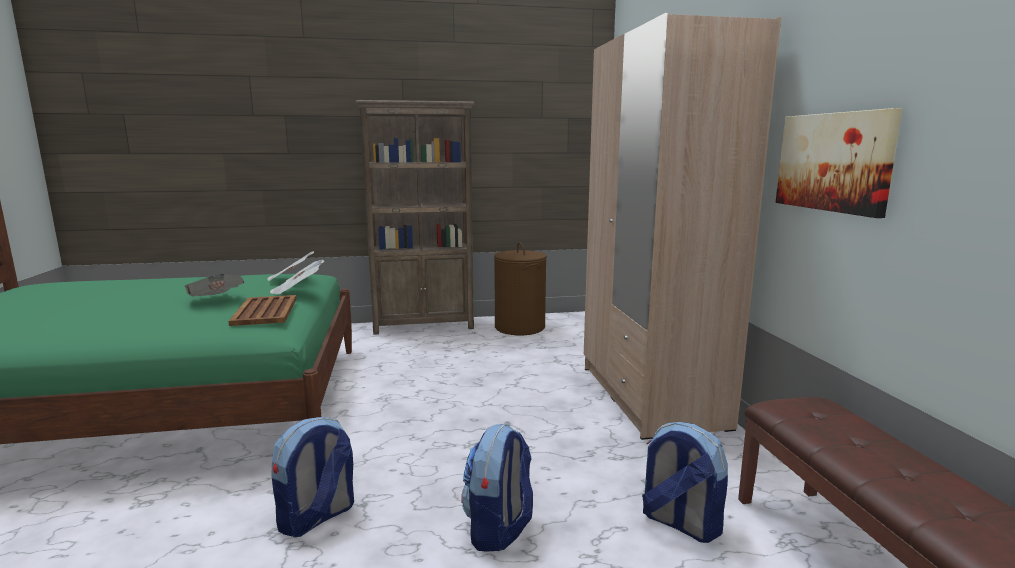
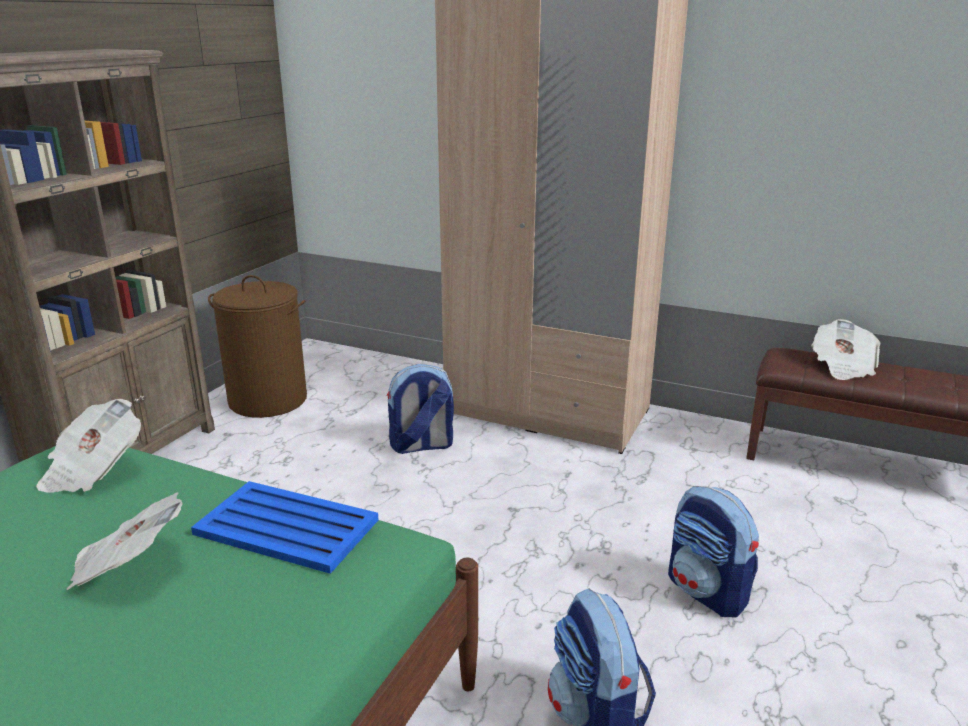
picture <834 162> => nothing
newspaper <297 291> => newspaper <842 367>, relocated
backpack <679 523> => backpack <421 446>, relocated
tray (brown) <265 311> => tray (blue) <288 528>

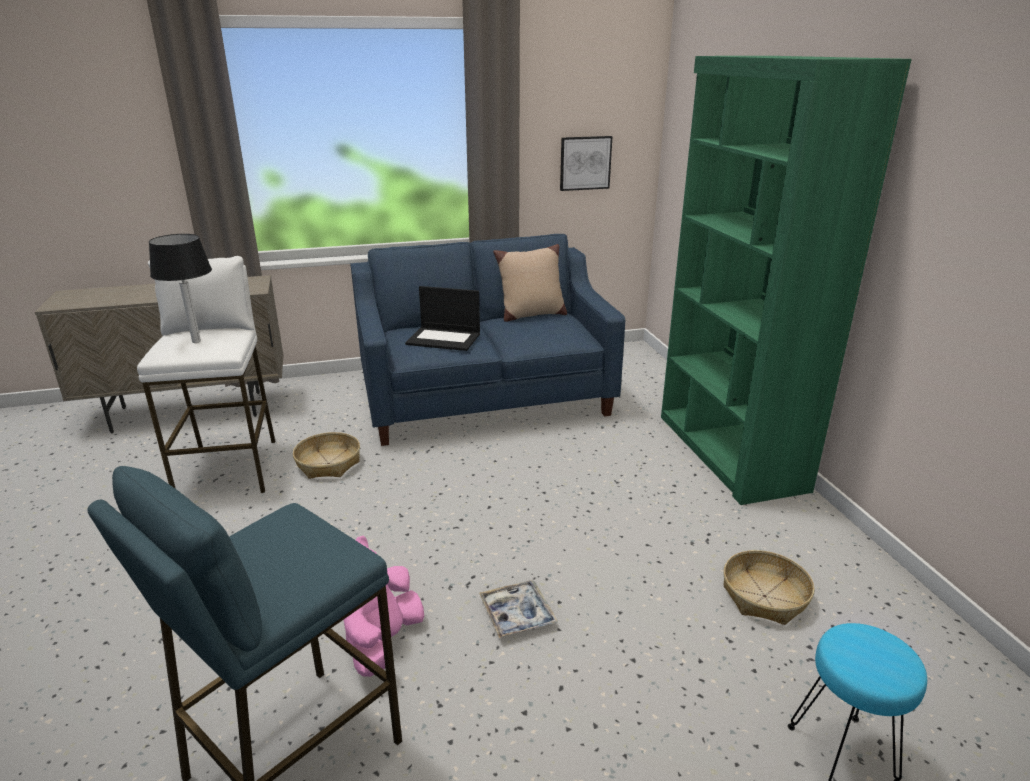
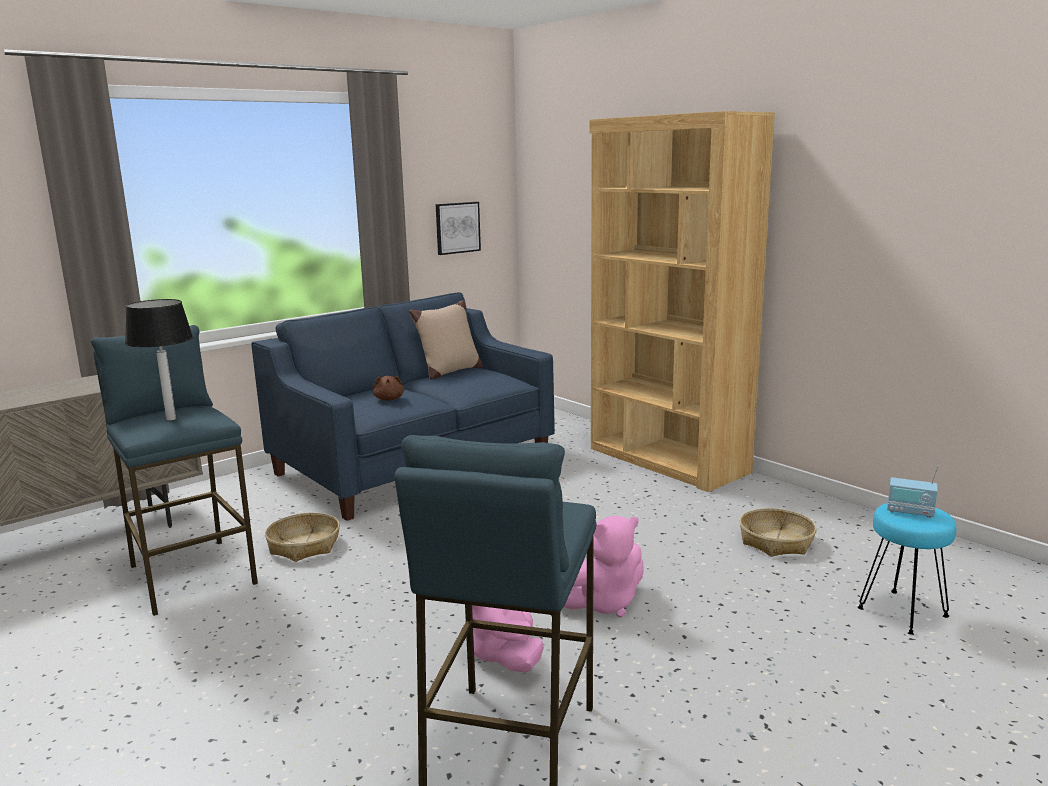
nothing => radio <910 512>
laptop <444 339> => plush toy (brown) <389 399>
tray <517 614> => plush toy (pink) <603 603>
stool (white) <230 468> => stool (blue) <192 574>
bookcase (green) <729 452> => bookcase (brown) <667 461>

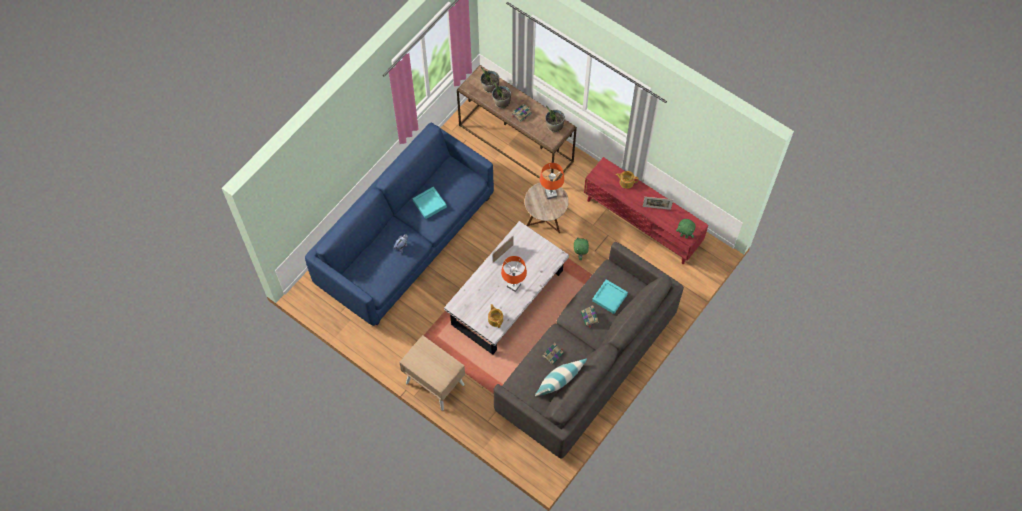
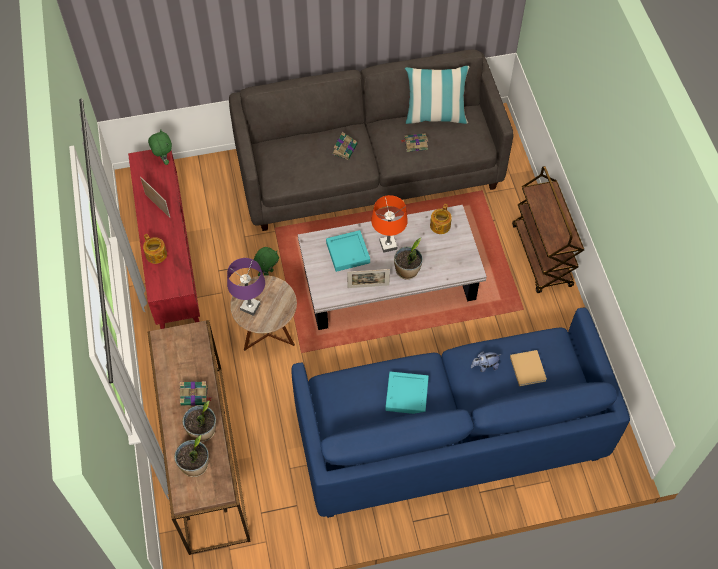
nothing => book (beige) <527 367>
potted plant <554 126> => potted plant <407 271>, relocated
tray (turquoise) <609 297> => tray (turquoise) <348 253>, relocated
nightstand (beige) <434 383> => cart (brown) <542 256>
table lamp (orange) <551 194> => table lamp (purple) <250 307>

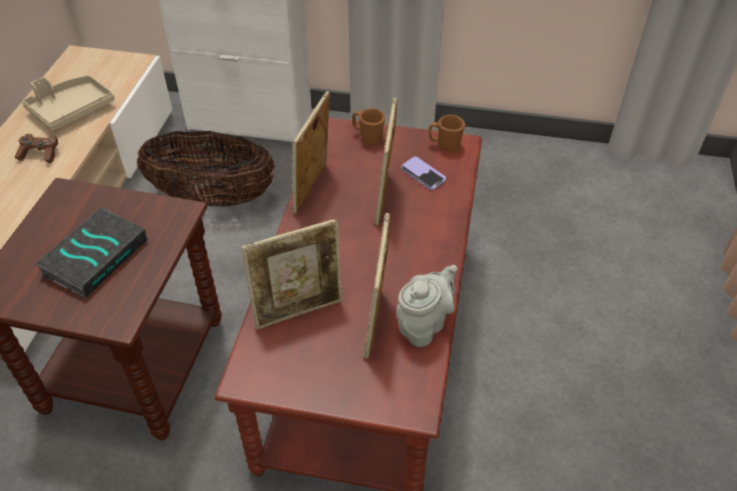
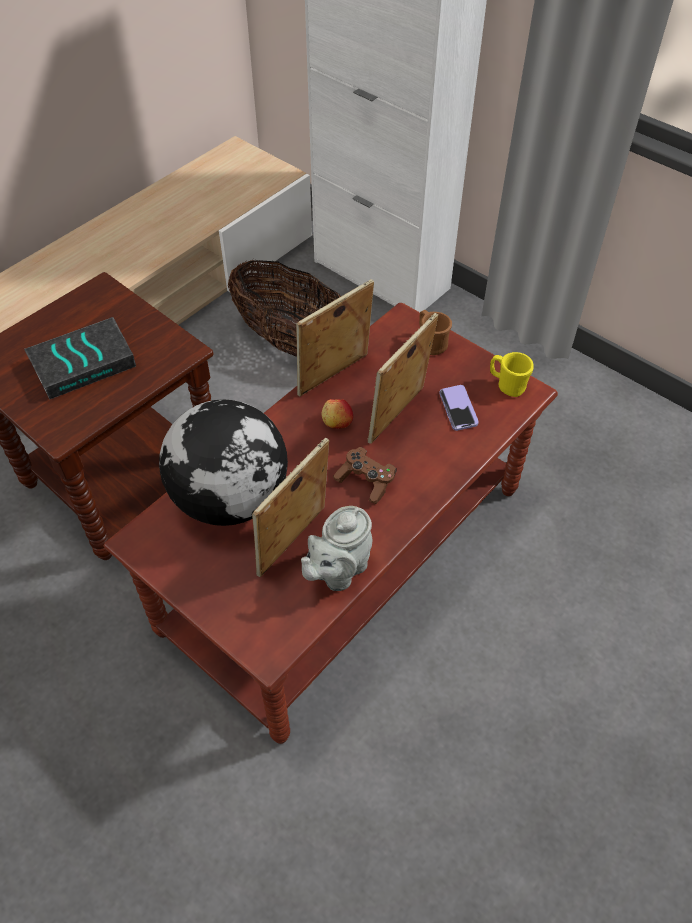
tray (beige) <71 110> => nothing
nothing => apple <337 422>
game controller (brown) <40 154> => game controller (brown) <366 481>, relocated
picture frame <299 310> => globe <232 497>
mug (brown) <445 145> => mug (yellow) <507 385>
teapot (grey) <424 325> => teapot (grey) <338 571>, 150 degrees clockwise

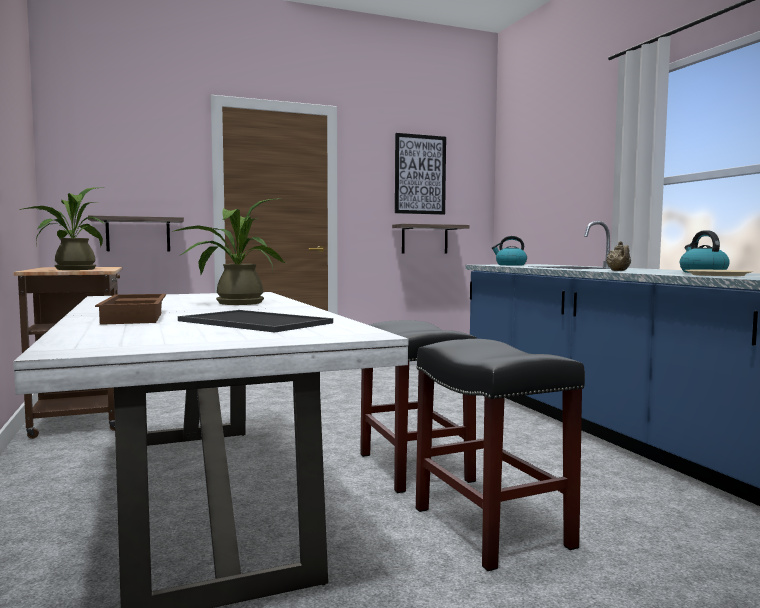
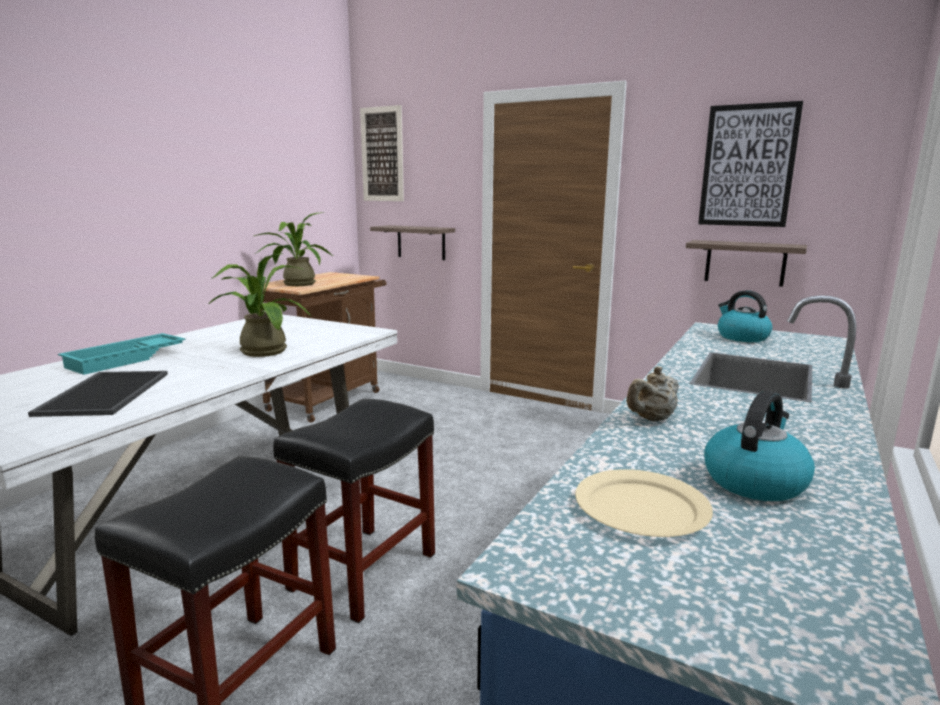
nothing => picture <382 154>
tray (brown) <137 316> => tray (turquoise) <126 360>

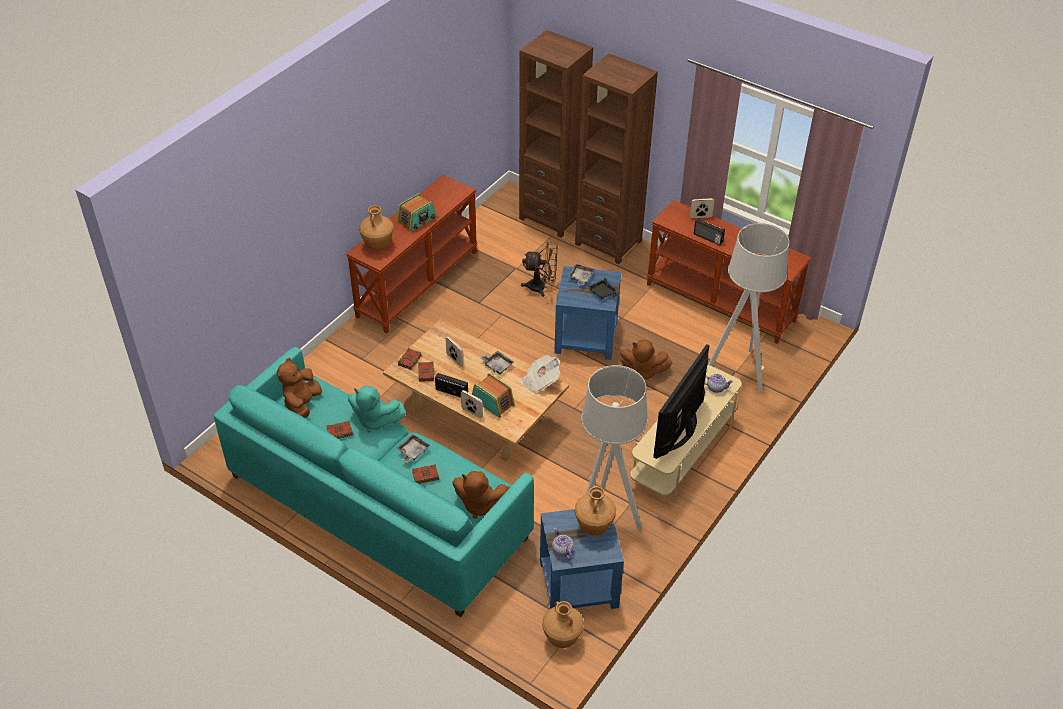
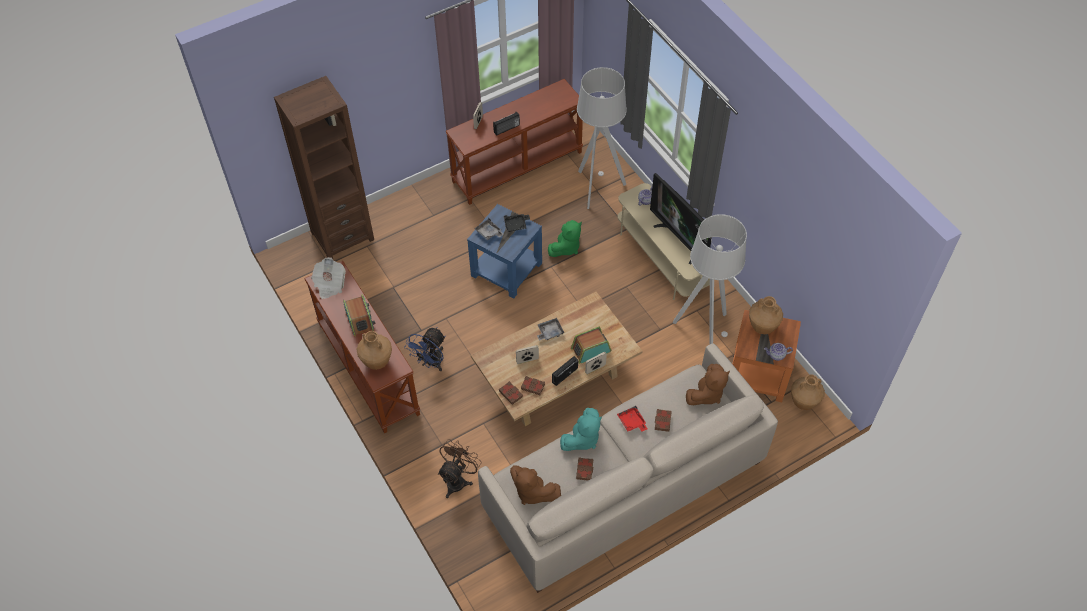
bookcase (brown) <608 242> => nothing
nothing => fan (blue) <431 363>
newspaper <540 381> => newspaper <329 284>, relocated
fan (brown) <541 287> => fan (brown) <458 480>, relocated
sofa (turquoise) <377 507> => sofa (beige) <624 486>
tray (grey) <412 451> => tray (red) <632 422>
side table (blue) <578 585> => side table (orange) <759 374>
plush toy (brown) <643 371> => plush toy (green) <566 247>

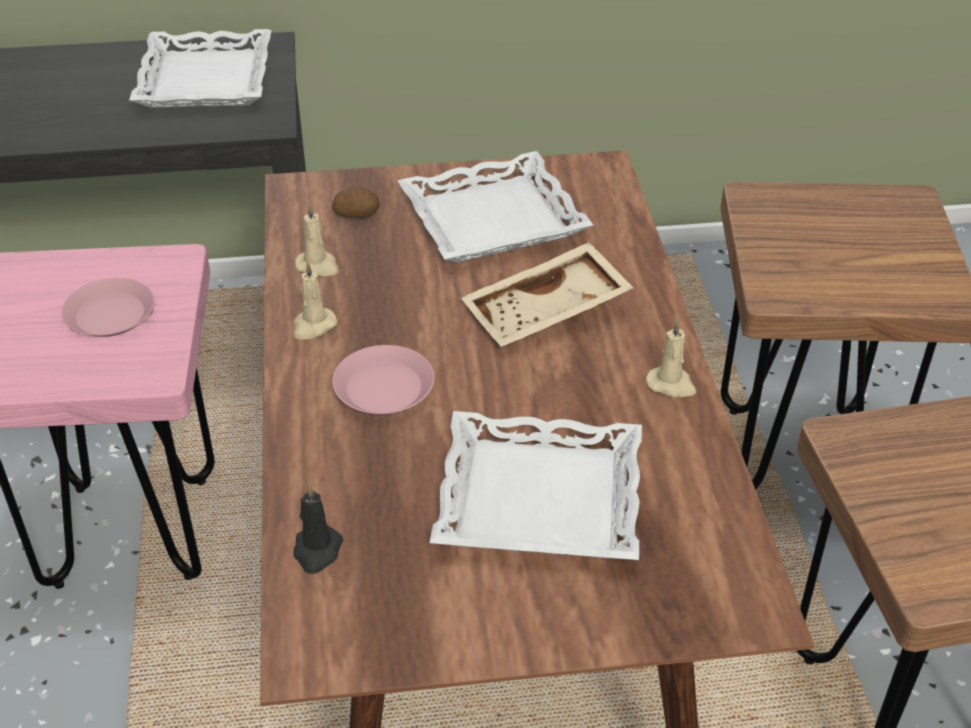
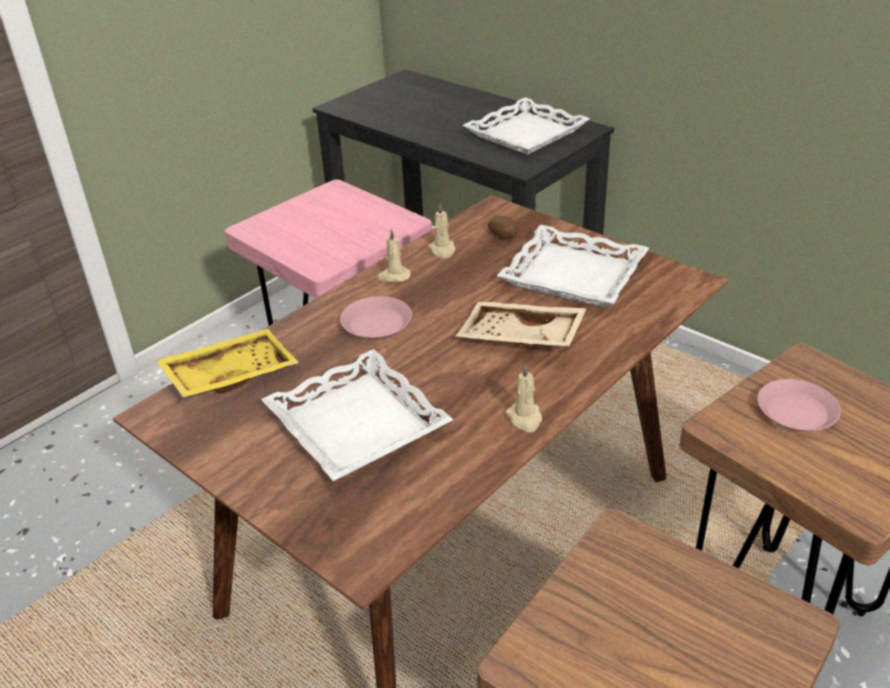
plate (pink) <110 315> => plate (pink) <796 411>, relocated
candle (black) <317 551> => tray (yellow) <230 374>

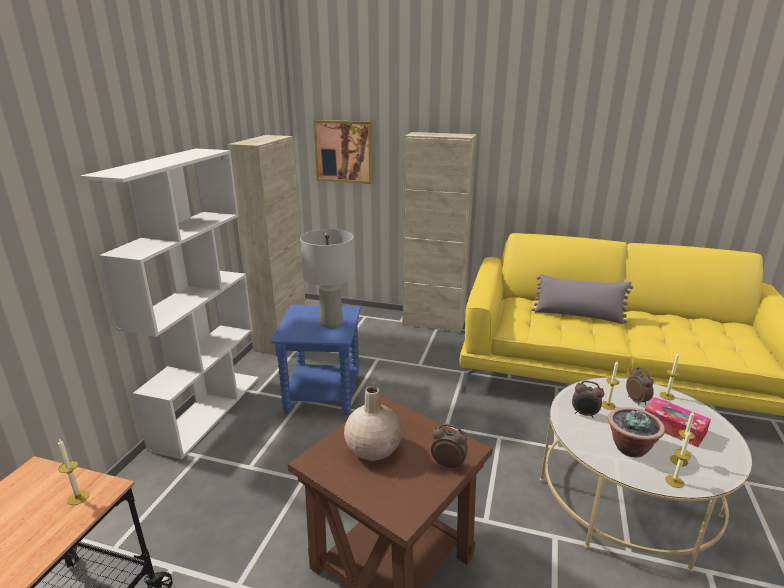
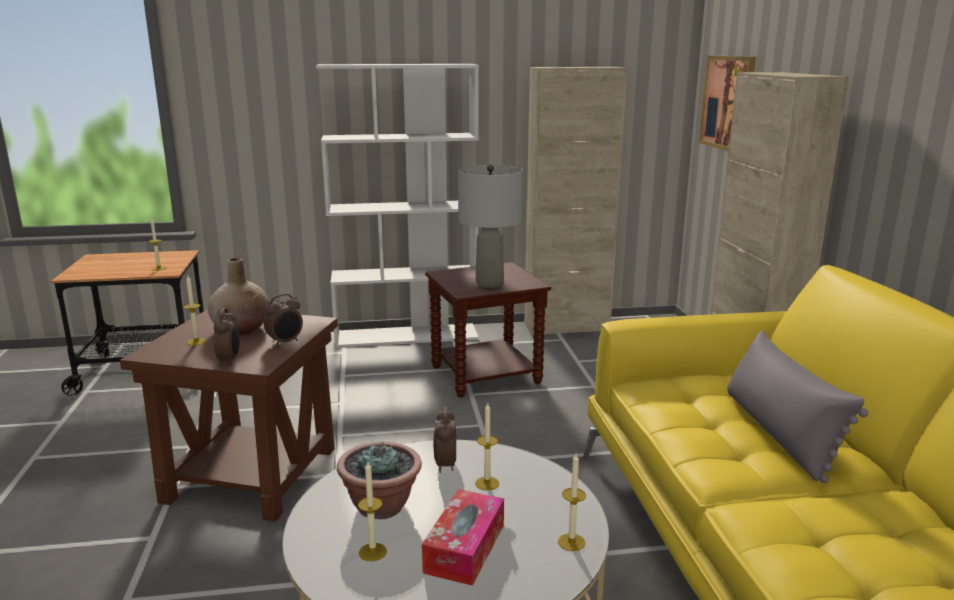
alarm clock <637 400> => alarm clock <285 342>, relocated
candle <674 481> => candle <196 342>, relocated
side table (blue) <323 394> => side table (brown) <485 375>

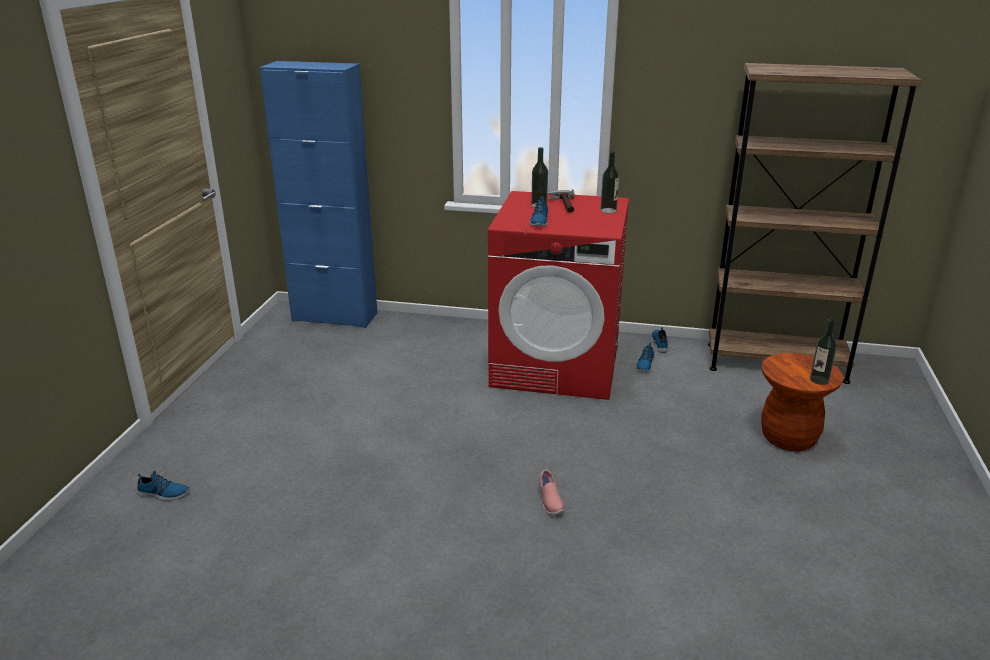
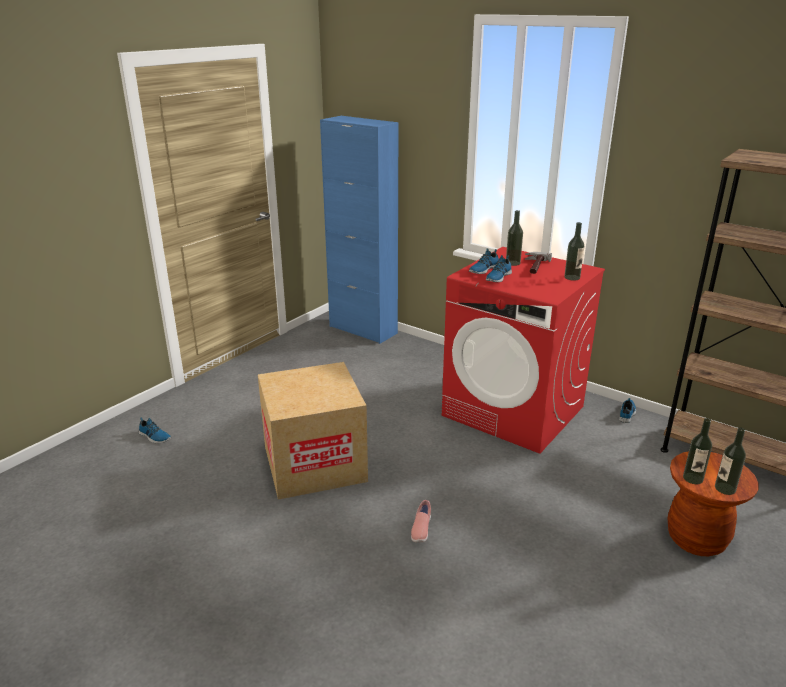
nothing => cardboard box <314 463>
nothing => bottle <693 478>
shoe <644 364> => shoe <483 269>, relocated

